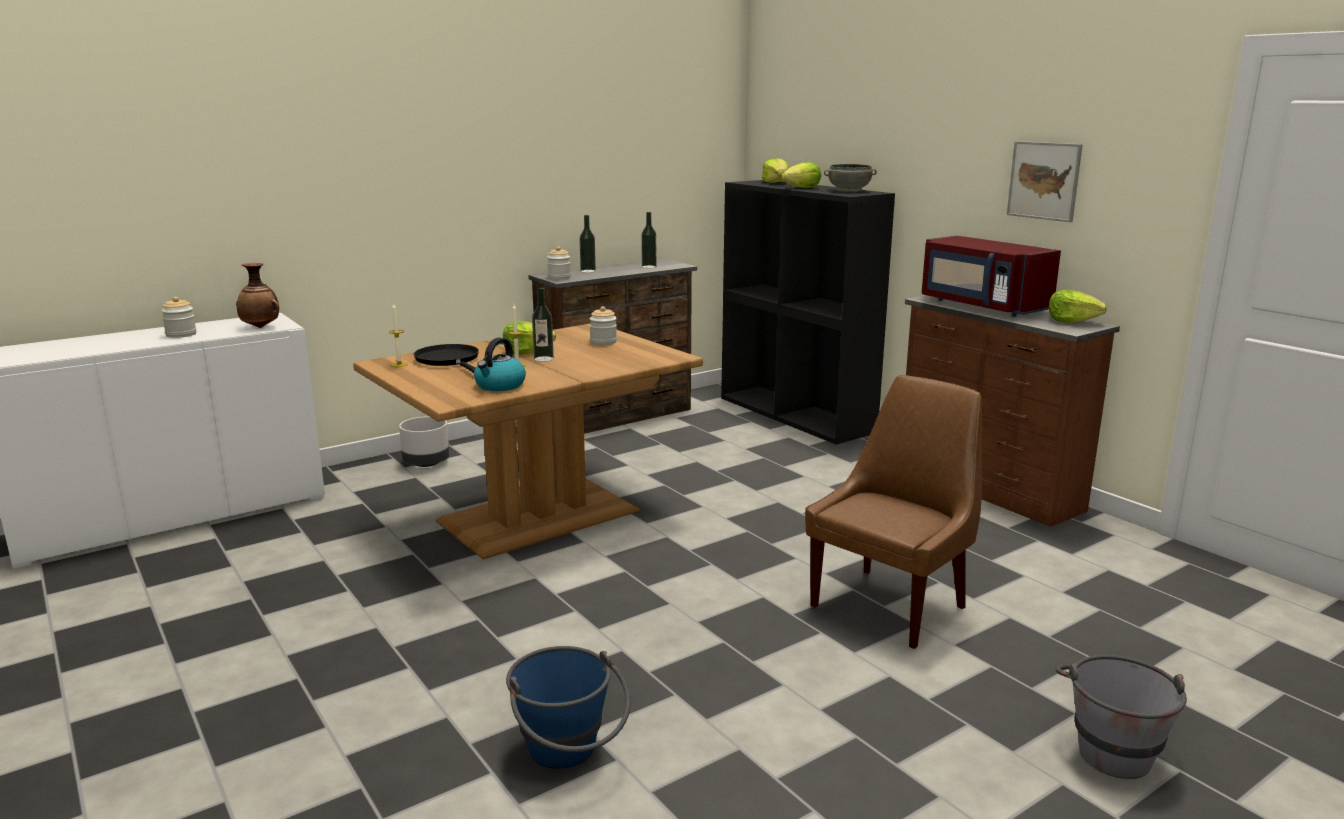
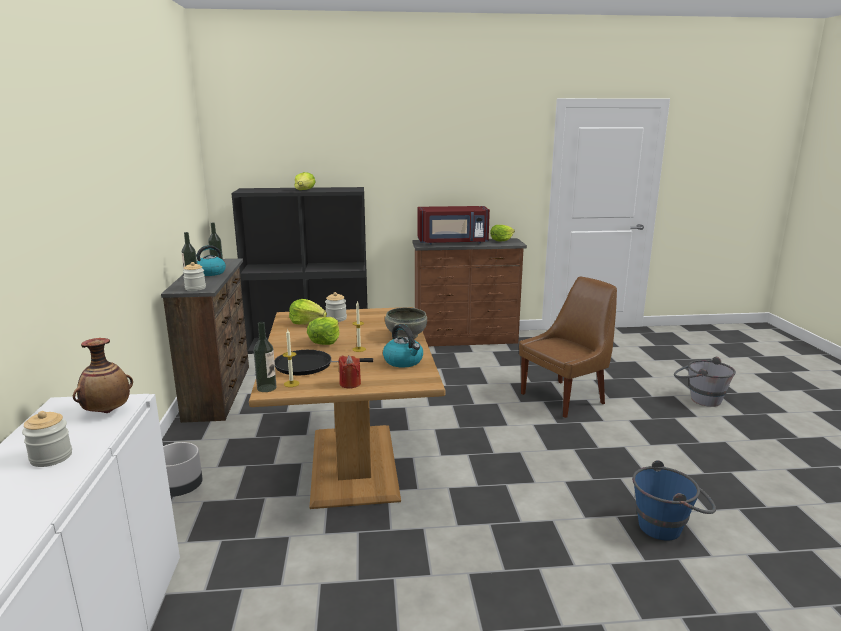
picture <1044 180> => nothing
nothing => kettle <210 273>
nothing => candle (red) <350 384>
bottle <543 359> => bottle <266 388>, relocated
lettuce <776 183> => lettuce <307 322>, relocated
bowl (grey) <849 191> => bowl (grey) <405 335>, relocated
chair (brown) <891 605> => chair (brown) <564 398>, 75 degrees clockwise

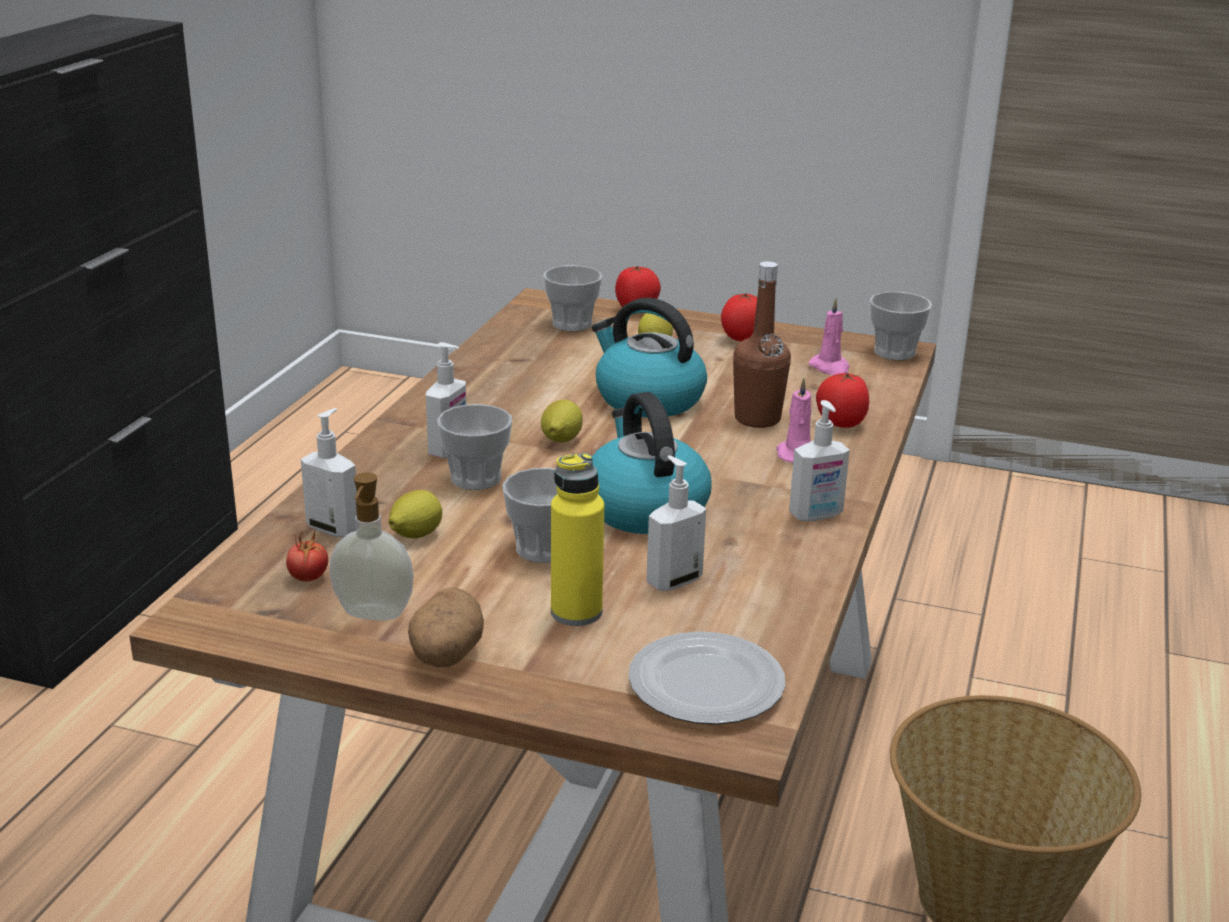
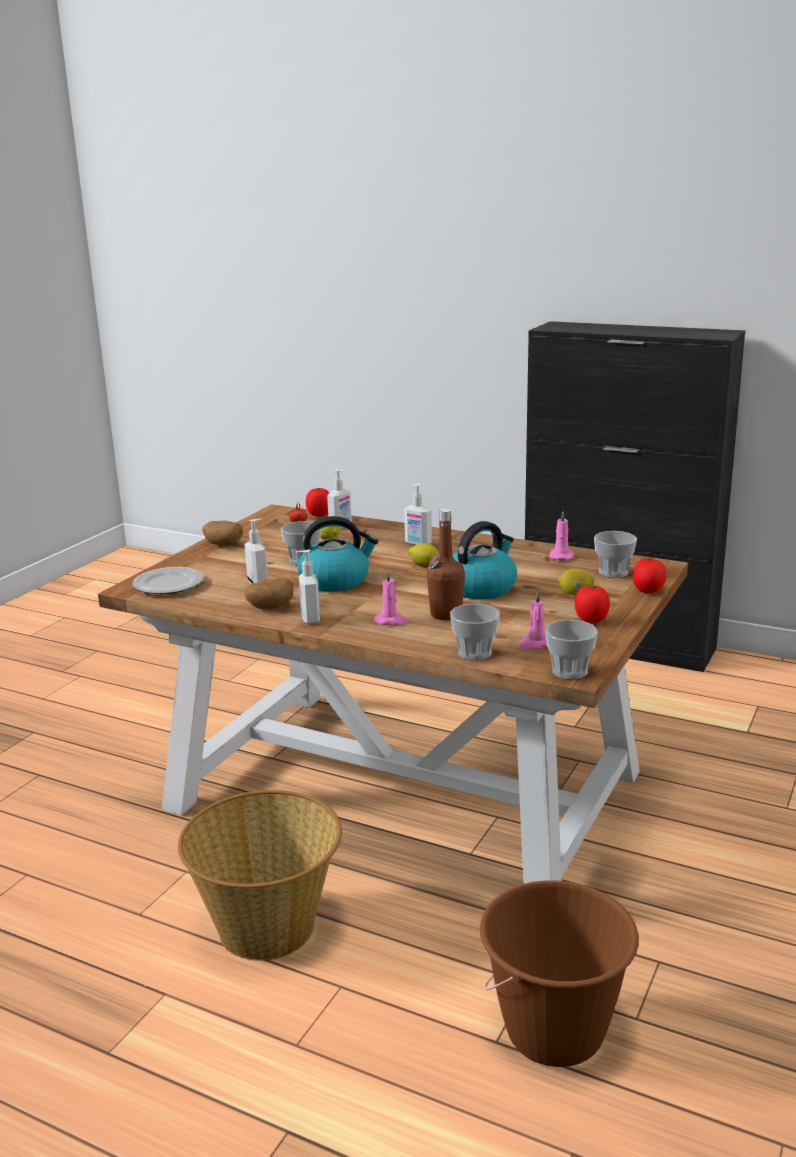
soap dispenser <373 615> => nothing
bottle (yellow) <576 612> => nothing
nothing => potato <270 607>
nothing => bucket (brown) <555 1032>
nothing => candle (pink) <561 556>
cup <476 478> => cup <474 653>, relocated
tomato <840 424> => tomato <319 515>, relocated

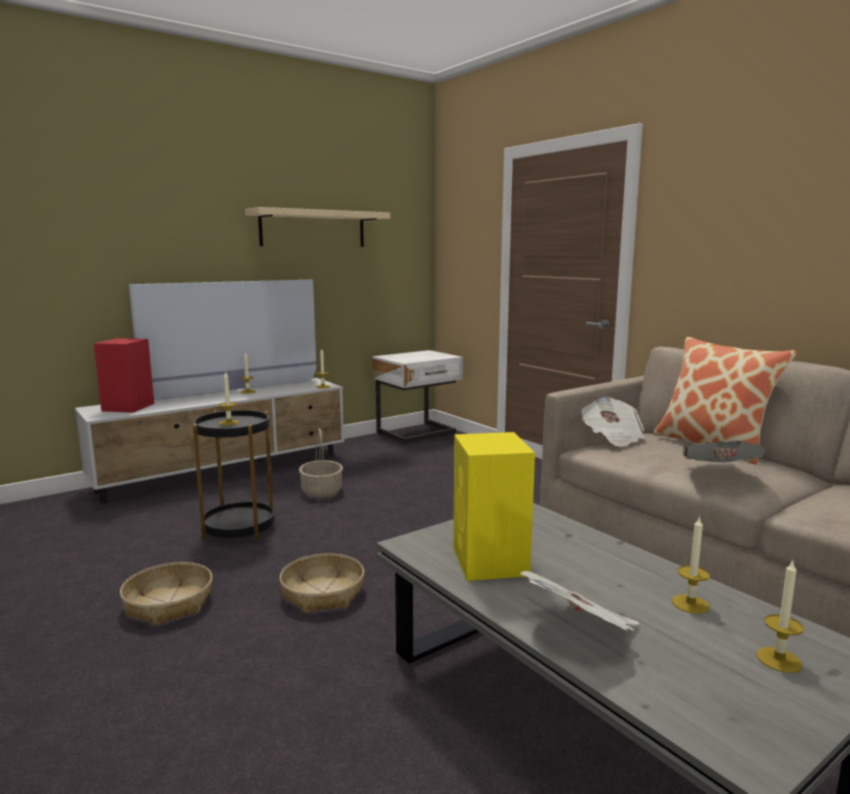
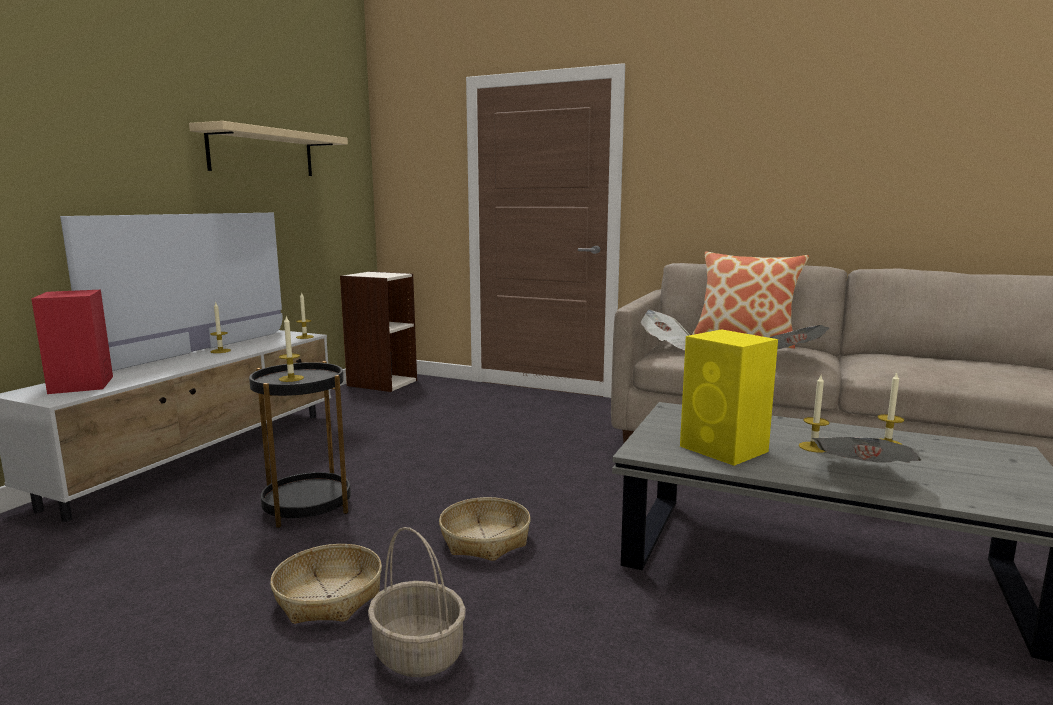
basket <321 491> => basket <417 653>, relocated
candle <779 659> => candle <813 447>, relocated
nightstand (white) <418 434> => bookcase <381 383>

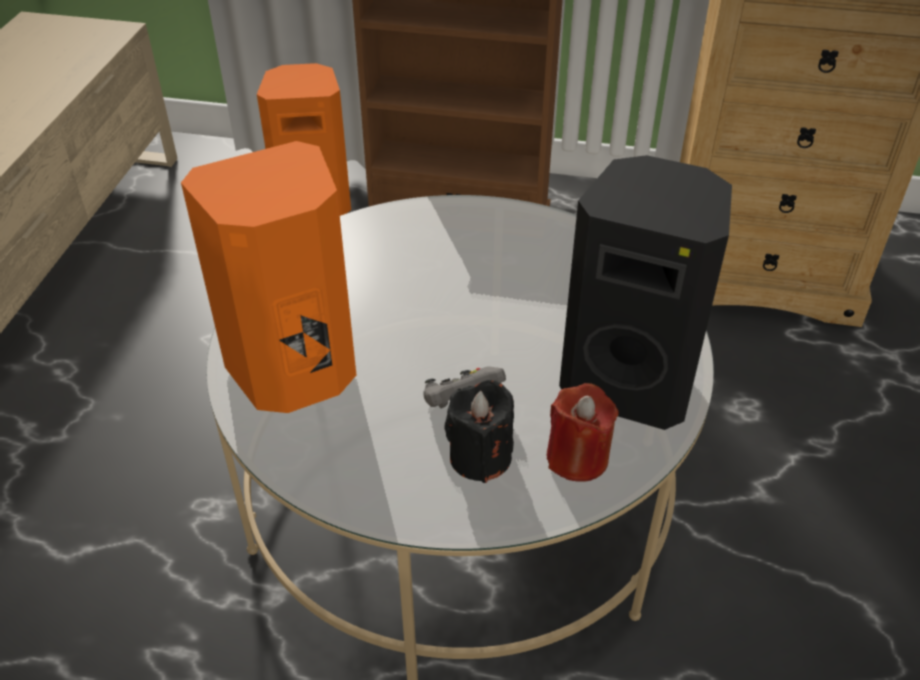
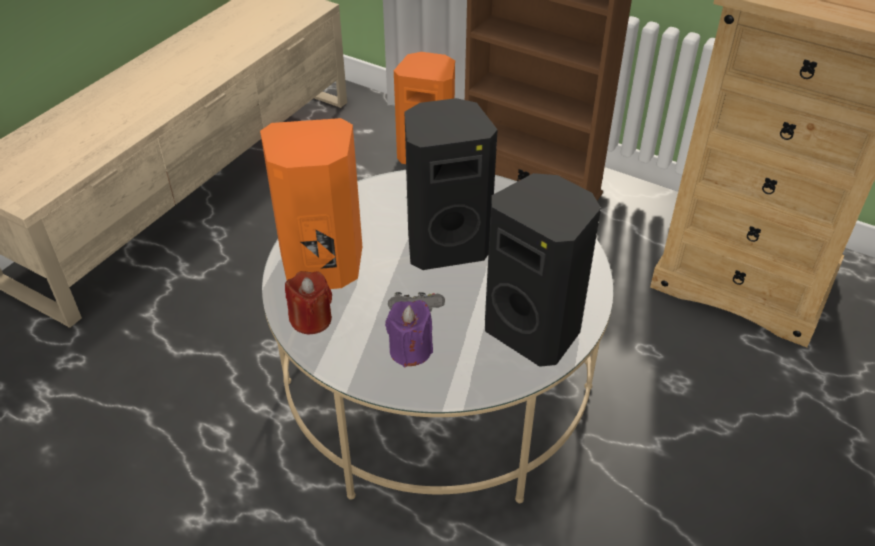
nothing => speaker (black) <445 245>
candle (red) <577 458> => candle (red) <311 319>, relocated
candle (black) <480 457> => candle (purple) <410 350>

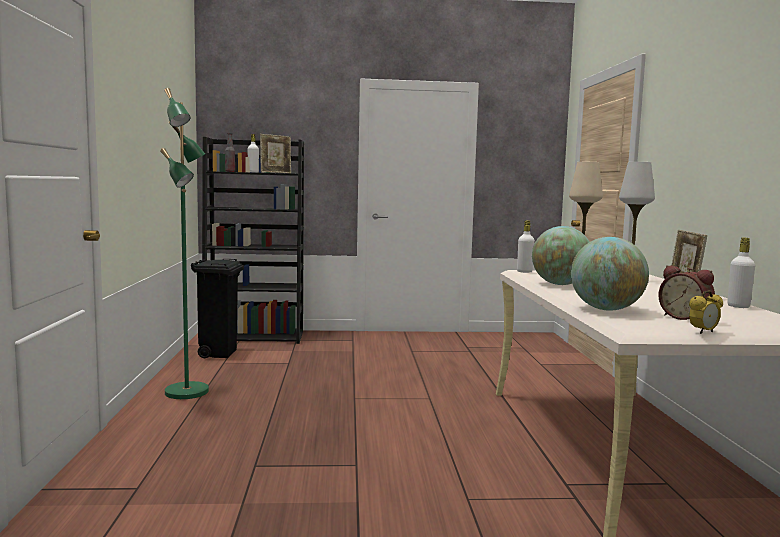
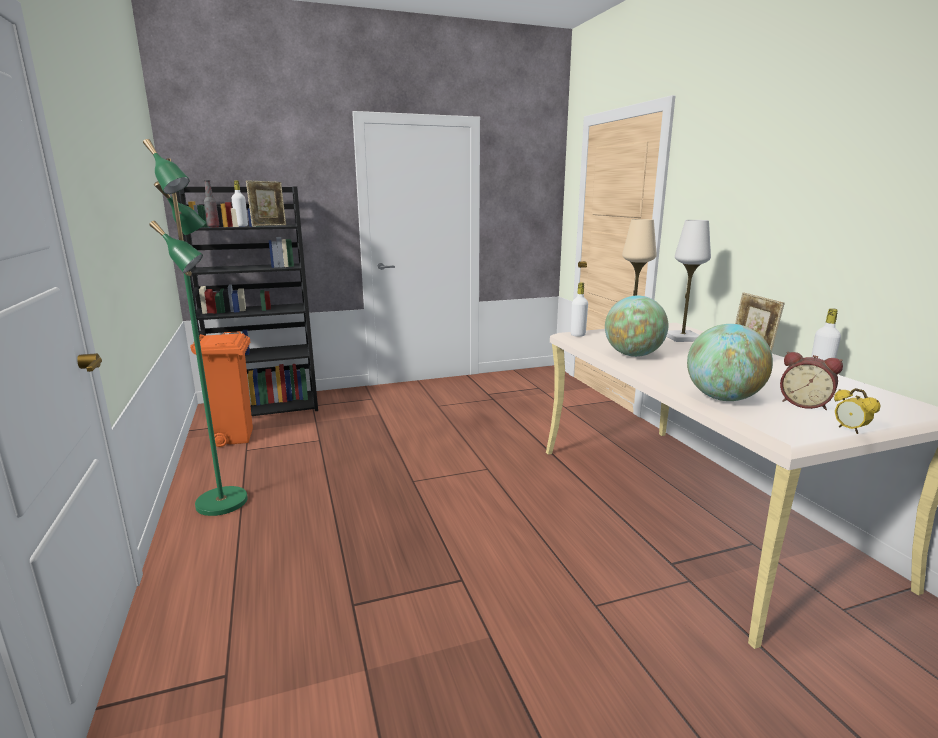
trash can (black) <219 353> => trash can (orange) <234 437>
alarm clock <703 332> => alarm clock <850 430>, 105 degrees clockwise

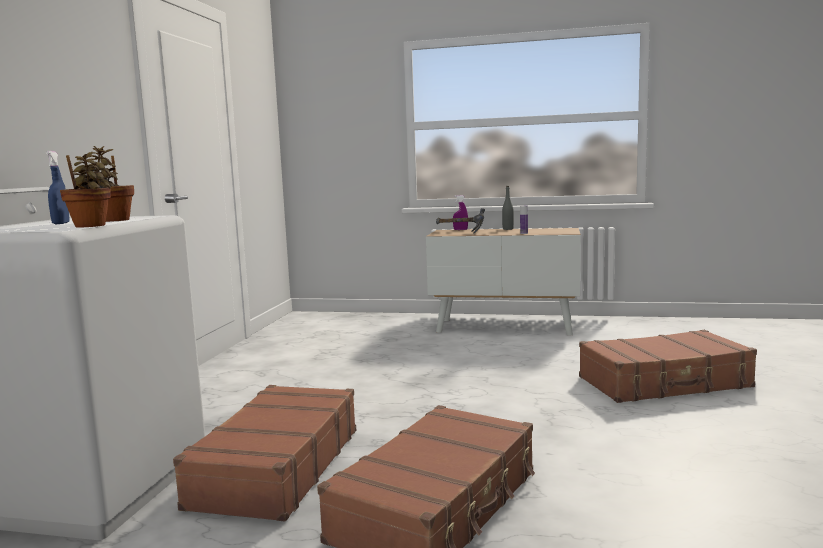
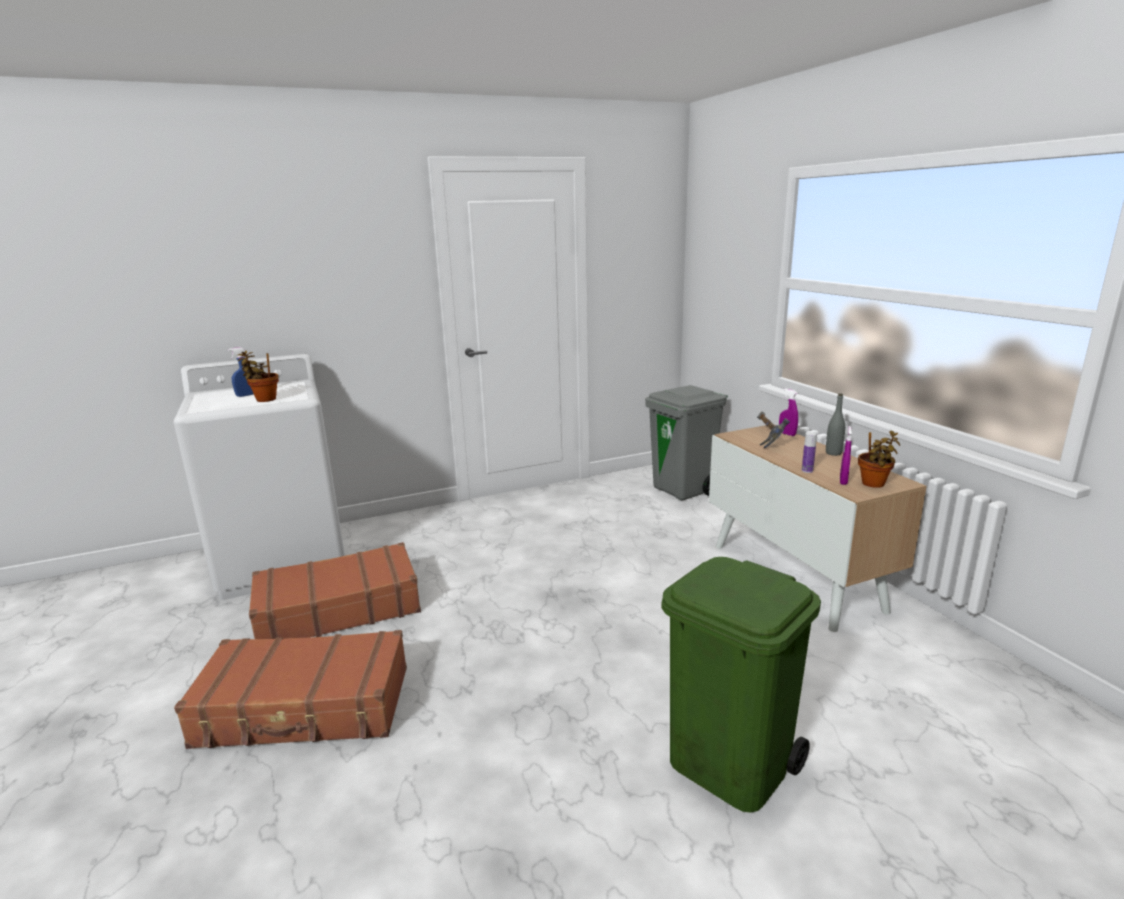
nothing => trash can (grey) <683 490>
nothing => spray bottle (purple) <843 481>
potted plant <92 226> => potted plant <874 484>, relocated
suitcase (brown) <665 383> => trash can (green) <730 765>

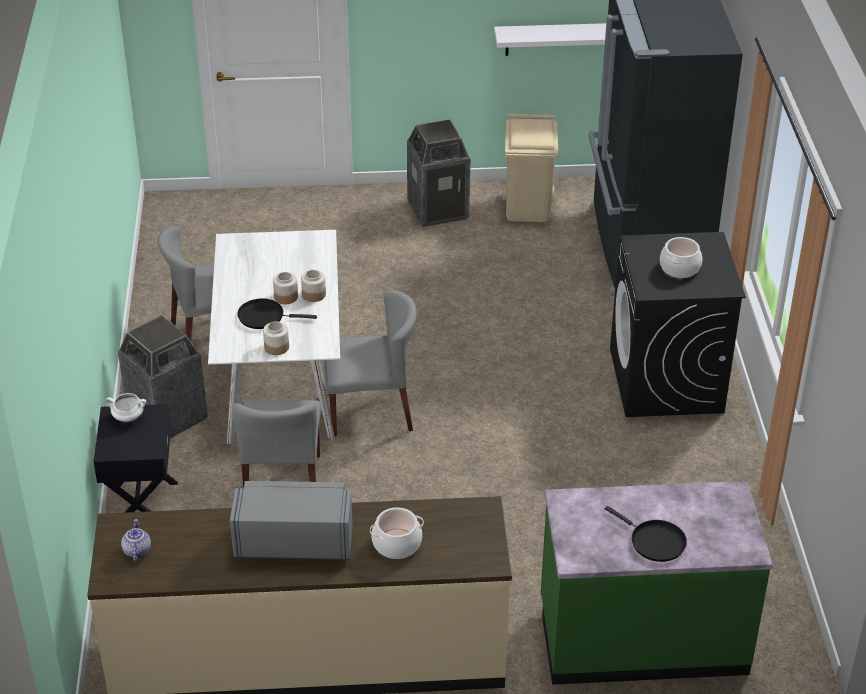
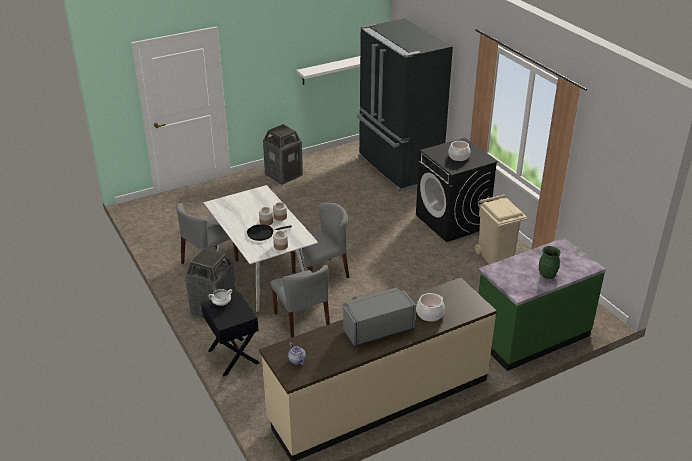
trash can (beige) <528 208> => trash can (beige) <496 255>, relocated
frying pan (black) <654 542> => vase (green) <547 275>

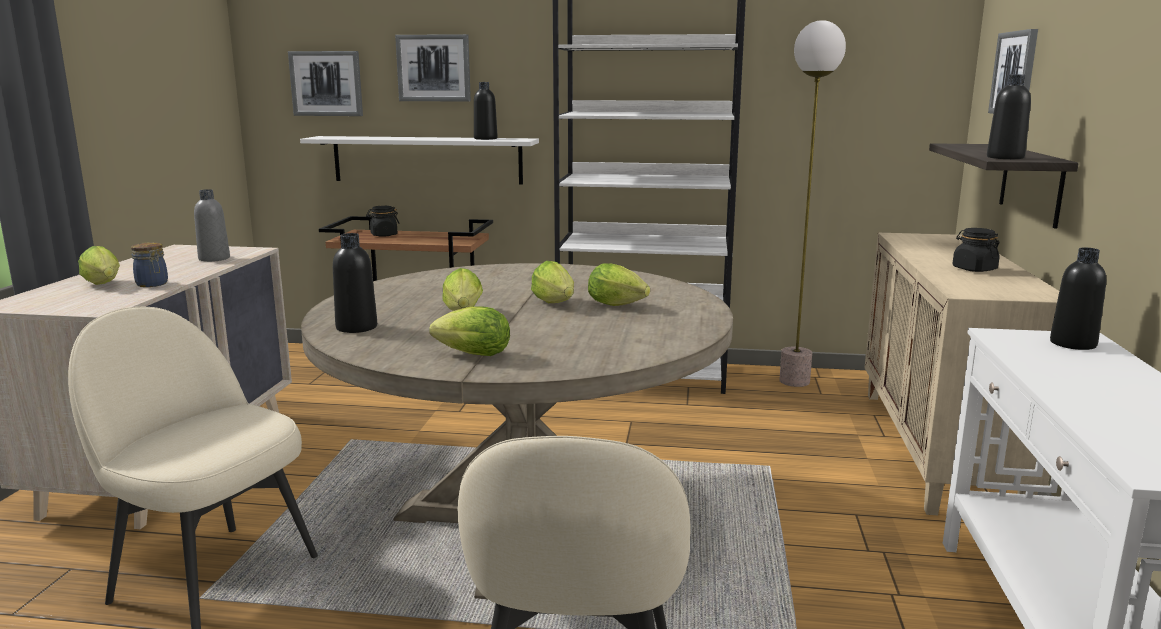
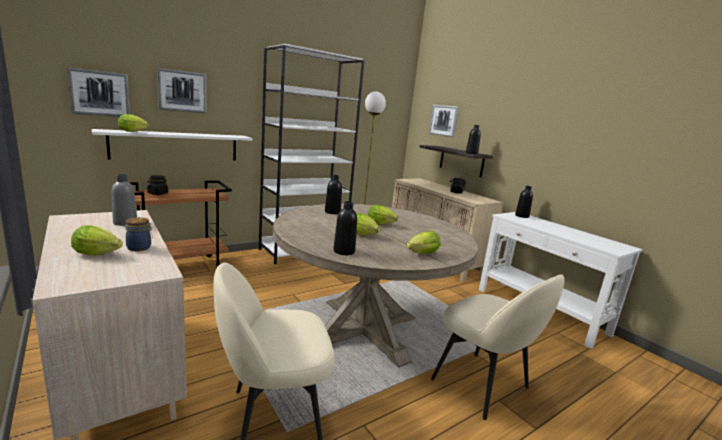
bottle (black) <485 138> => bottle (black) <332 212>, relocated
lettuce <620 306> => lettuce <134 132>, relocated

